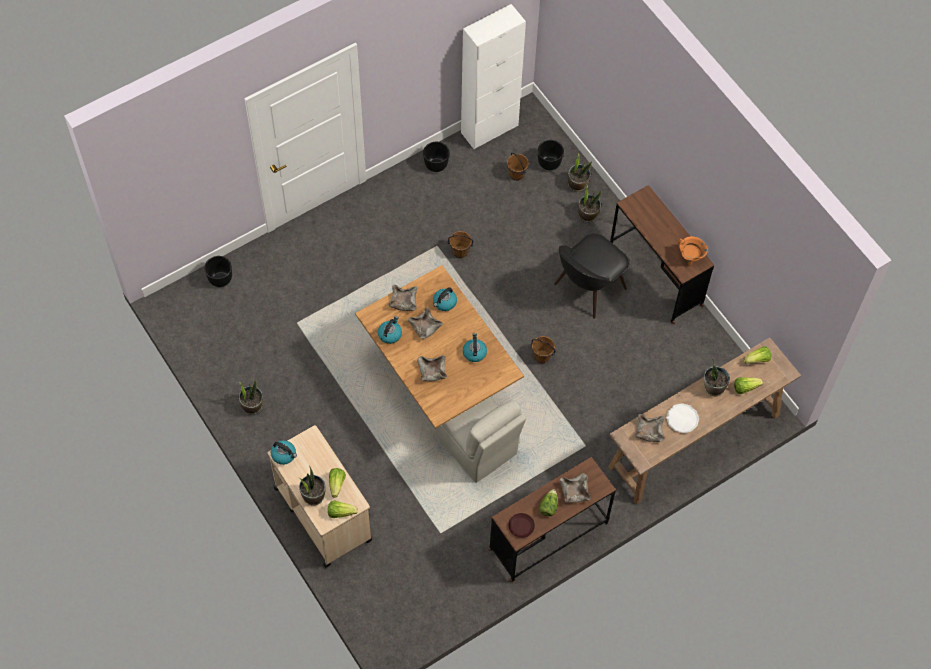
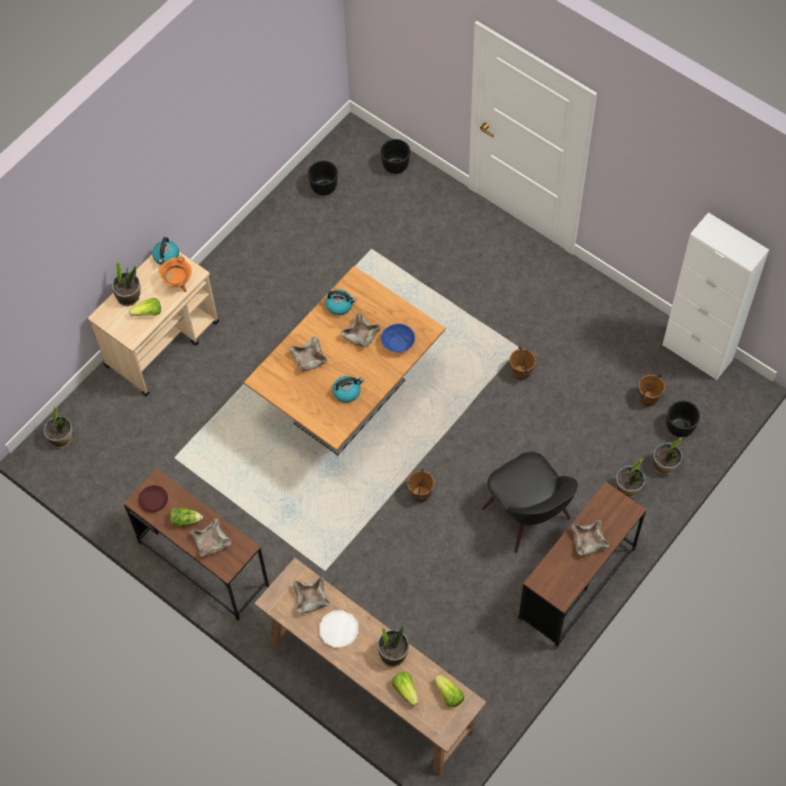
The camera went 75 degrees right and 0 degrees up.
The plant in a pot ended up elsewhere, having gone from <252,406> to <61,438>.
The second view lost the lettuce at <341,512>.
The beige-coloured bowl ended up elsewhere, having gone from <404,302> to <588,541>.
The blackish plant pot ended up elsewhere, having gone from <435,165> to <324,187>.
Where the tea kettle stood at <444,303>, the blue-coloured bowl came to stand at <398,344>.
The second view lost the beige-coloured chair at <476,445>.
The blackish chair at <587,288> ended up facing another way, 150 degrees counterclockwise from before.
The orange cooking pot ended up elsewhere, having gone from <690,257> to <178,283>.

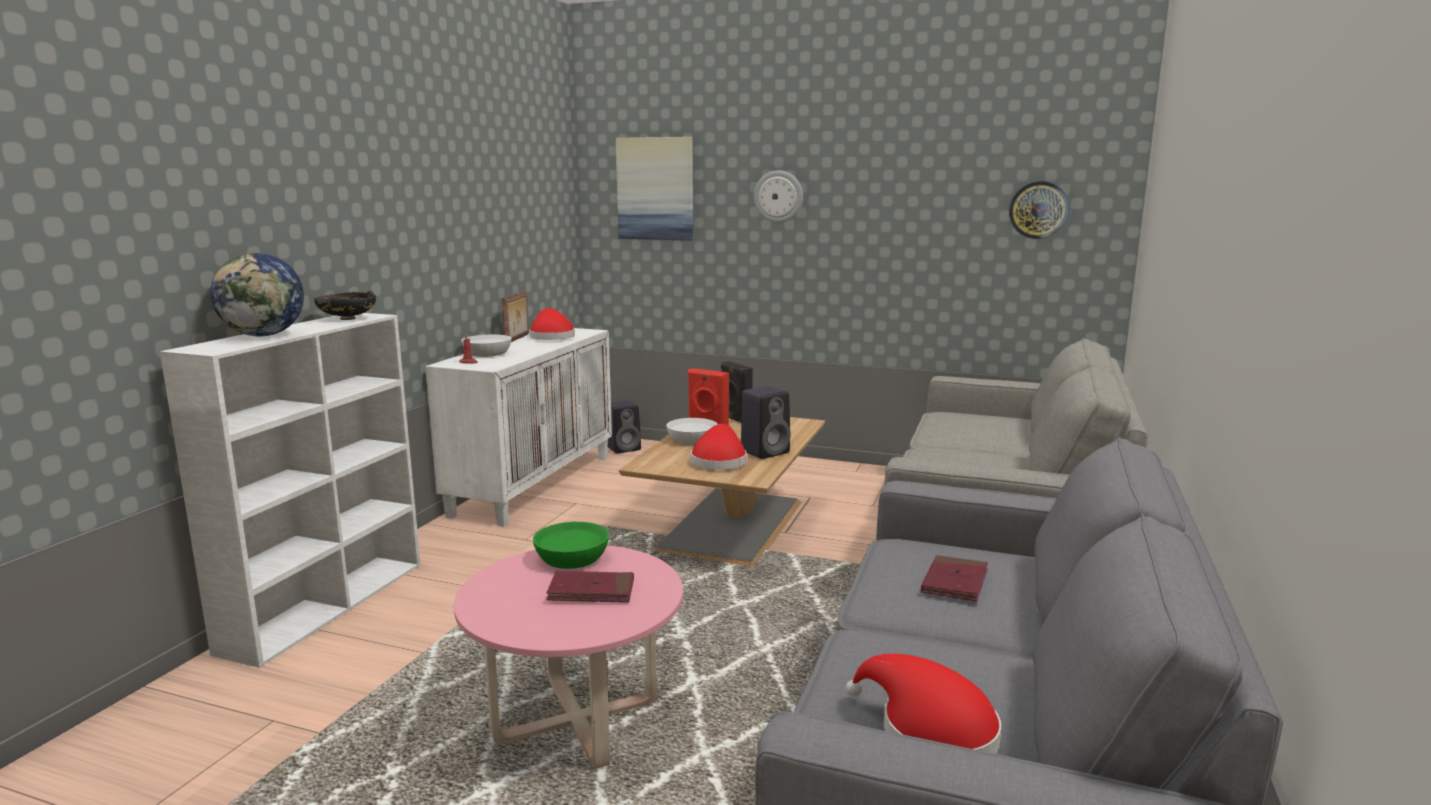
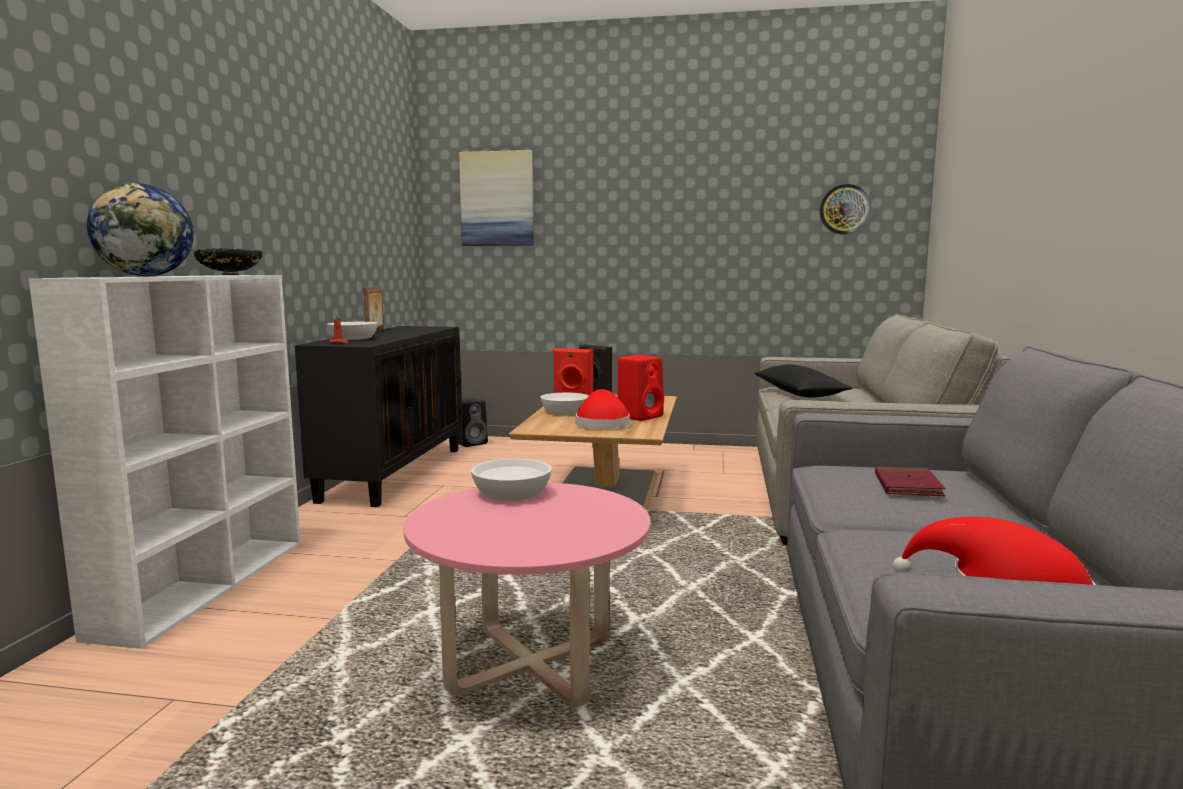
The camera went 10 degrees left and 5 degrees down.
What was the white-coloured cupboard at <533,484> turned into the blackish cupboard at <394,473>.
The second view lost the reddish wearable hat at <551,337>.
What was the greenish bowl at <573,558> turned into the white-coloured bowl at <513,493>.
The second view lost the reddish bound book at <591,591>.
What was the blackish audio speaker at <766,451> turned into the reddish audio speaker at <640,416>.
The second view lost the hanging clock at <778,196>.
The second view gained the blackish pillow at <799,393>.

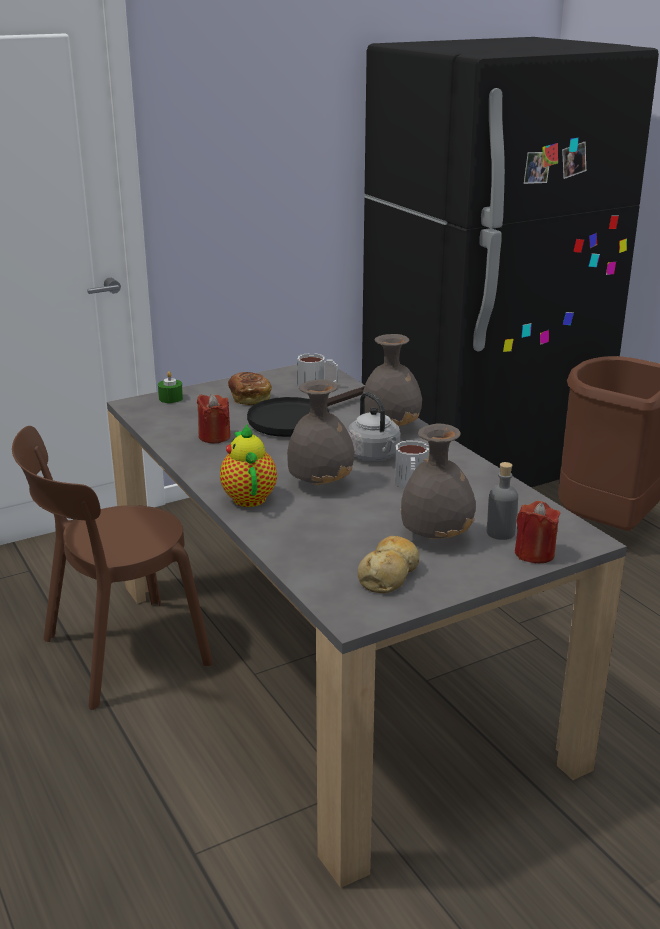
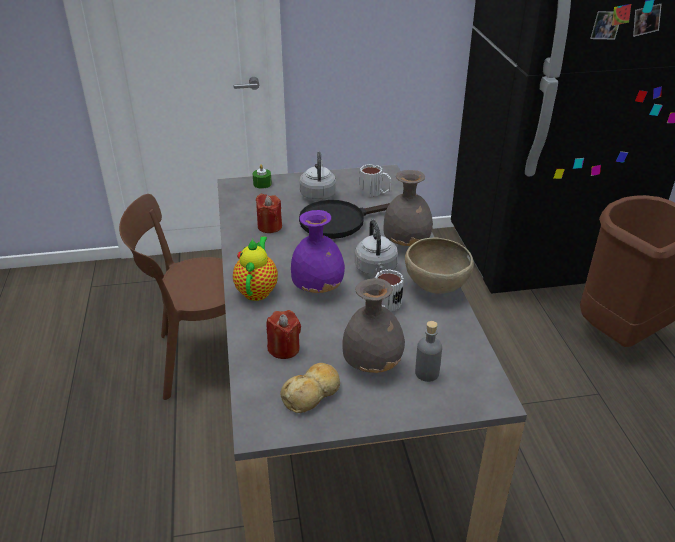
The camera went 20 degrees right and 10 degrees up.
Where the baked bread stood at <250,398>, the gray tea kettle came to stand at <318,194>.
What was the gray vase at <321,482> turned into the purple vase at <319,288>.
The reddish wax candle ended up elsewhere, having gone from <534,553> to <284,348>.
The second view gained the brown bowl at <435,288>.

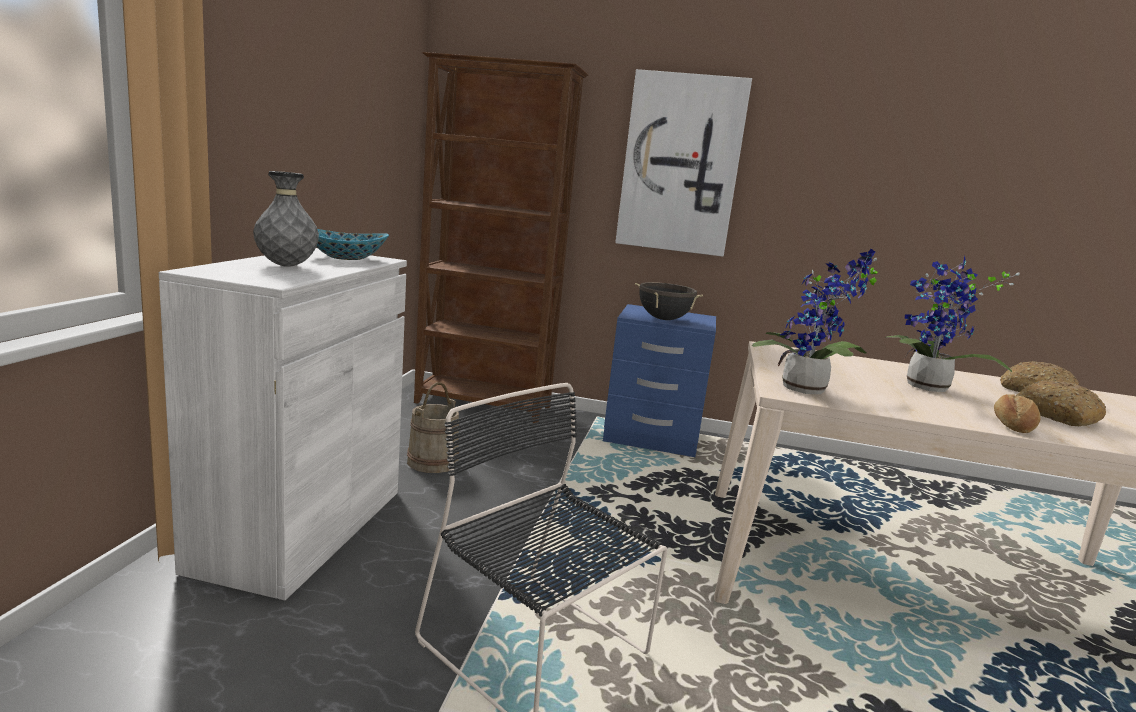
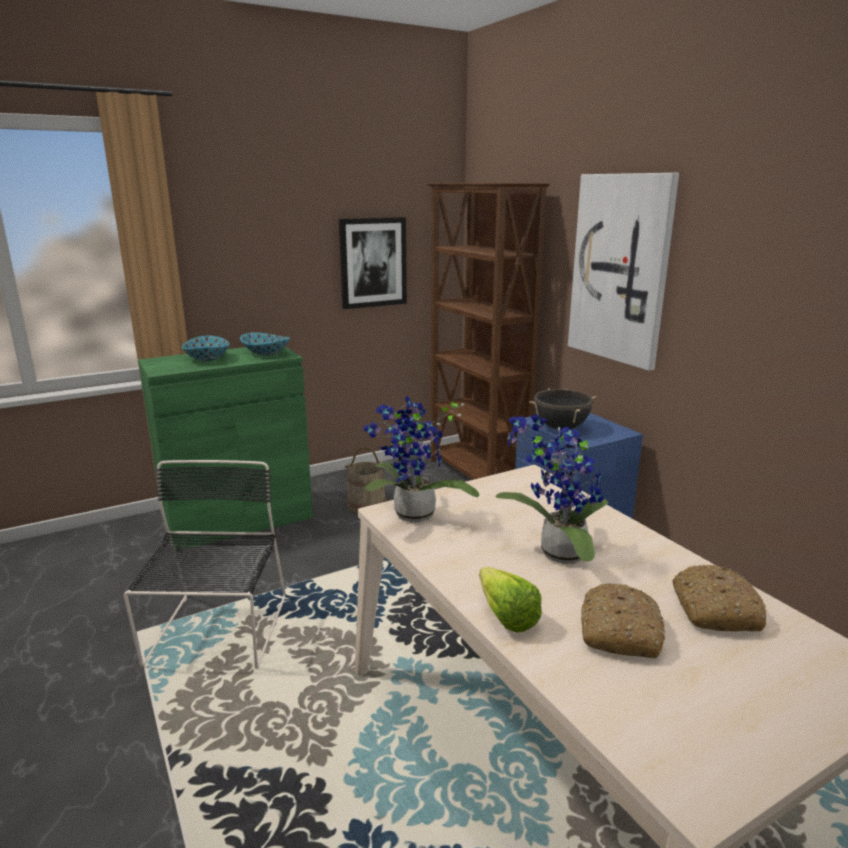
The camera went 50 degrees right and 5 degrees up.
What was the white-coloured cupboard at <301,528> turned into the greenish cupboard at <238,519>.
Where the gray vase stood at <286,266>, the bowl came to stand at <208,359>.
Where the baked bread stood at <1012,426>, the lettuce came to stand at <504,613>.
The second view gained the wall art at <373,262>.

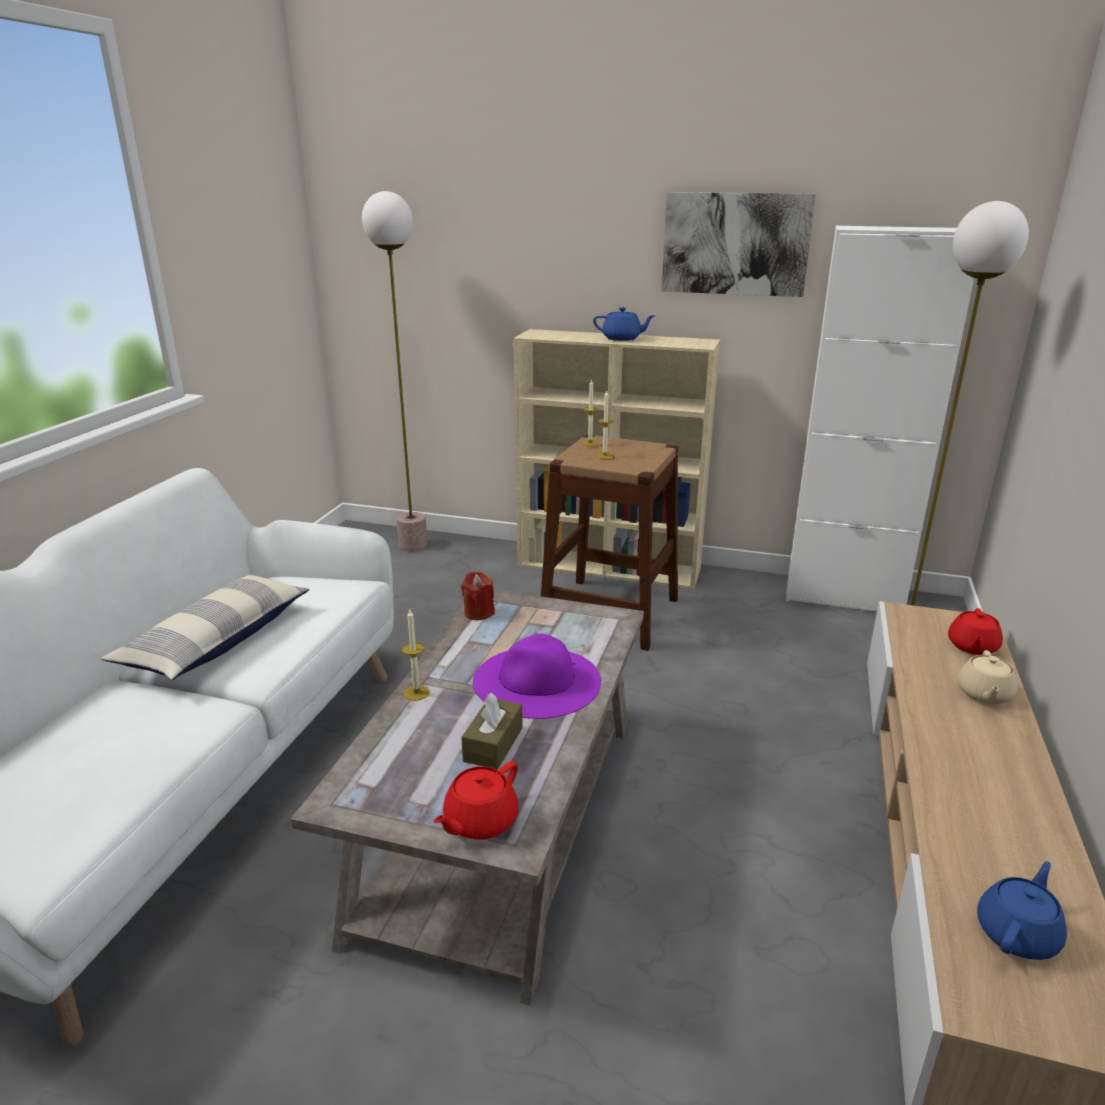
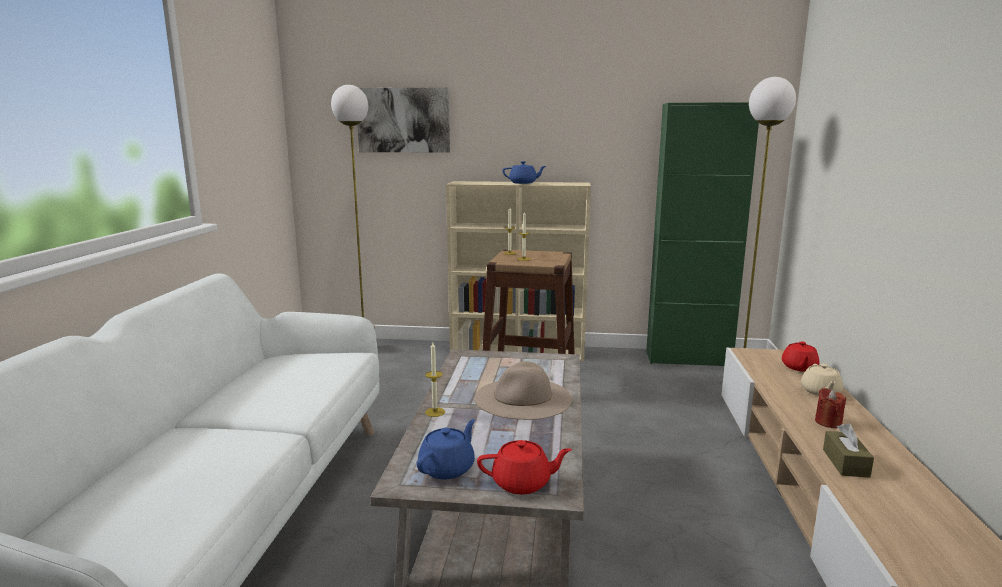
The camera went 10 degrees left and 10 degrees down.
The second view lost the pillow at <217,641>.
The reddish pot for tea at <479,821> ended up facing another way, 120 degrees counterclockwise from before.
The reddish wax candle ended up elsewhere, having gone from <479,613> to <828,422>.
The brown tissue holder ended up elsewhere, having gone from <493,744> to <845,463>.
What was the purple wearable hat at <536,681> turned into the beige-coloured wearable hat at <523,398>.
The wall art ended up elsewhere, having gone from <735,244> to <403,120>.
What was the white-coloured cupboard at <843,597> turned into the greenish cupboard at <688,359>.
The blue-coloured pot for tea ended up elsewhere, having gone from <1017,933> to <448,468>.

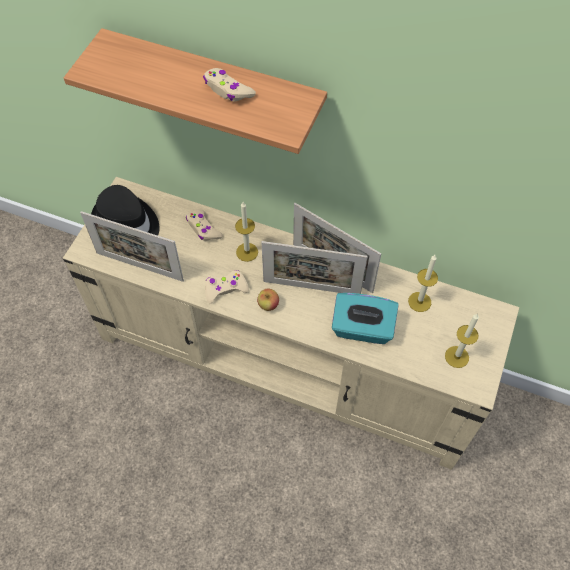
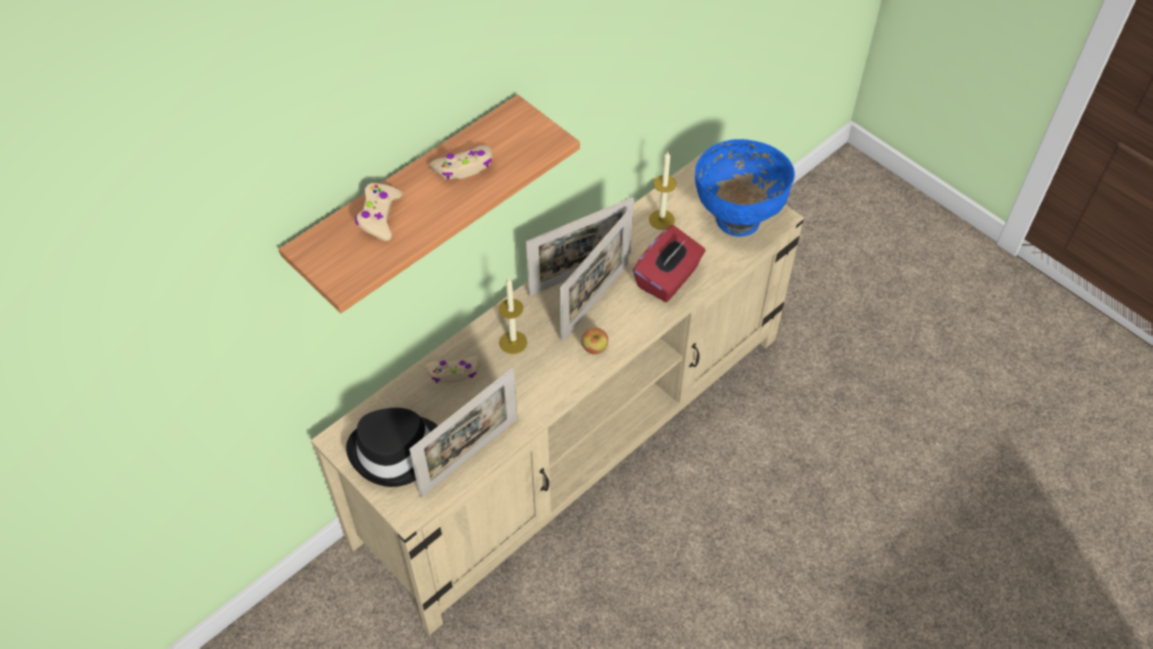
The camera went 65 degrees left and 5 degrees down.
The beige-coloured gamepad ended up elsewhere, having gone from <225,289> to <379,216>.
What was the turquoise tissue holder at <362,329> turned into the reddish tissue holder at <668,278>.
Where the wax candle stood at <457,357>, the blue-coloured bowl came to stand at <737,218>.

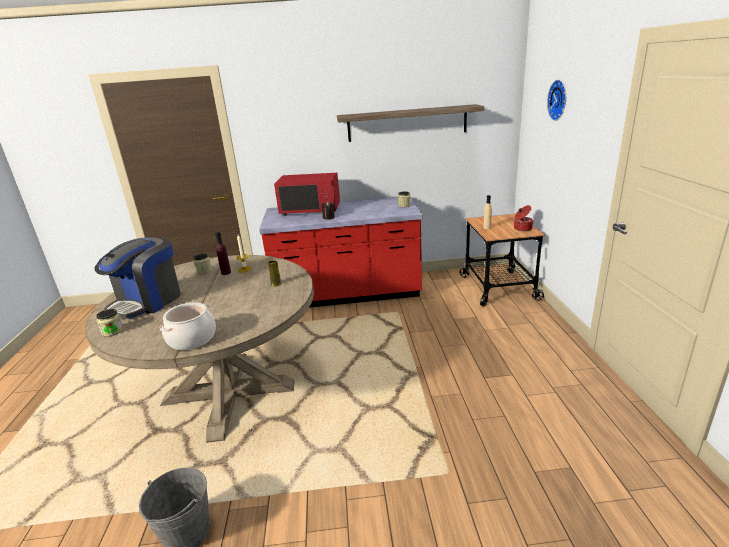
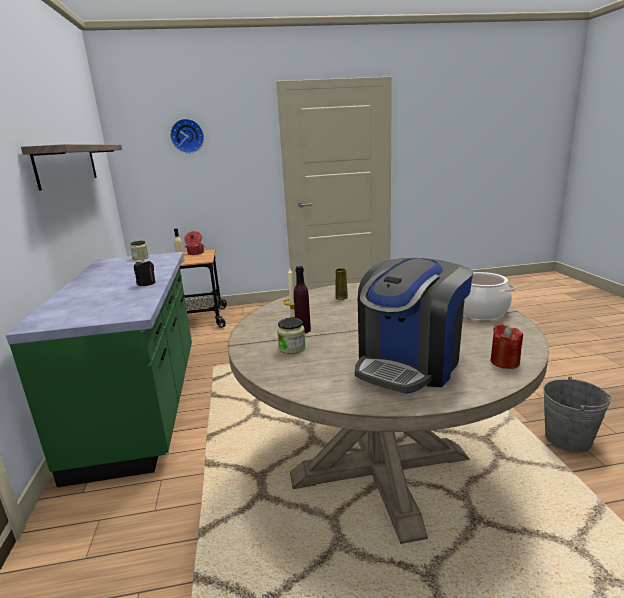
The camera went 95 degrees left and 5 degrees down.
The coffee brewer at <147,301> ended up facing another way, 105 degrees clockwise from before.
Where the storage jar stood at <112,331>, the reddish wax candle came to stand at <504,362>.
What was the reddish counter at <347,294> turned into the greenish counter at <143,405>.
The second view lost the reddish kitchen microwave at <310,210>.

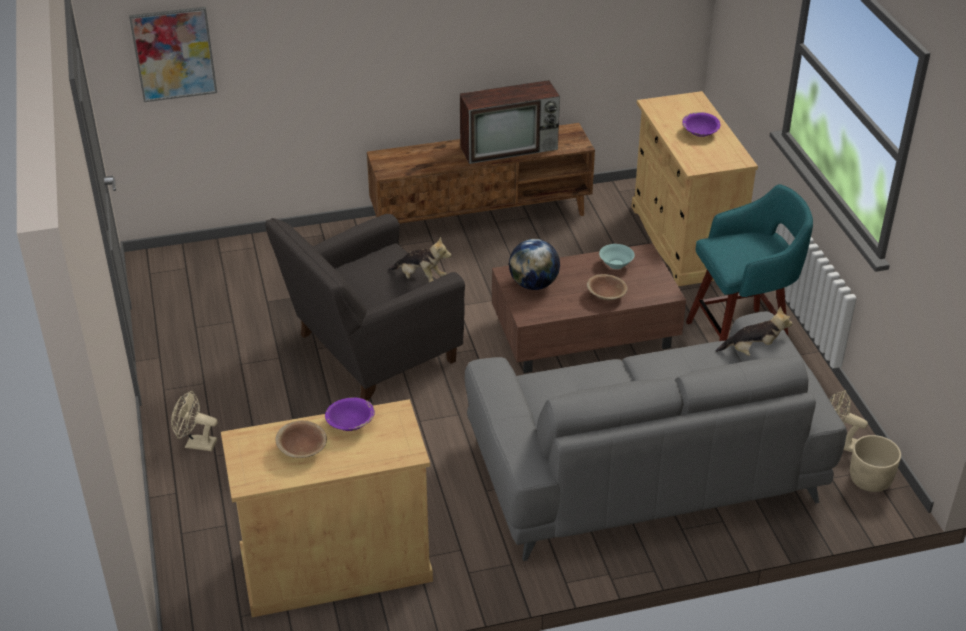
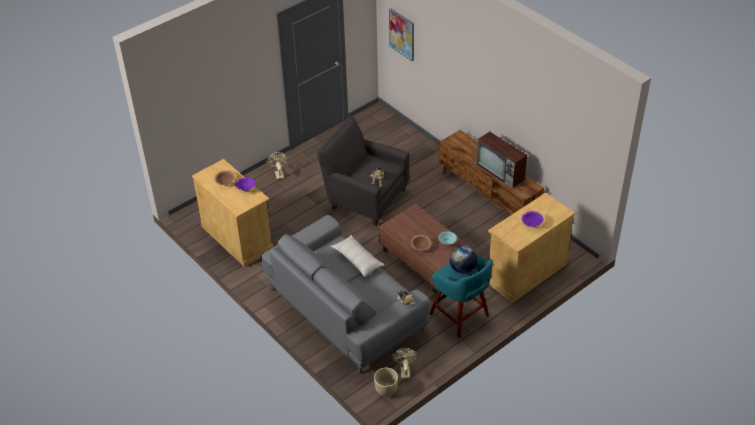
The camera went 65 degrees right and 5 degrees up.
The desk globe ended up elsewhere, having gone from <534,284> to <463,269>.
The second view gained the beige-coloured pillow at <357,260>.

